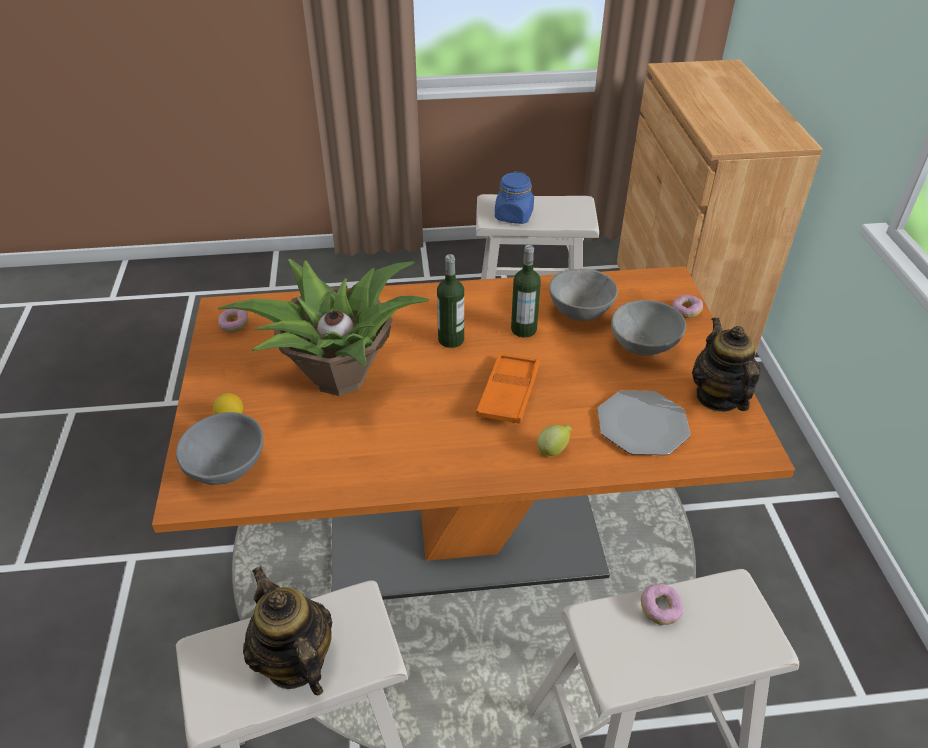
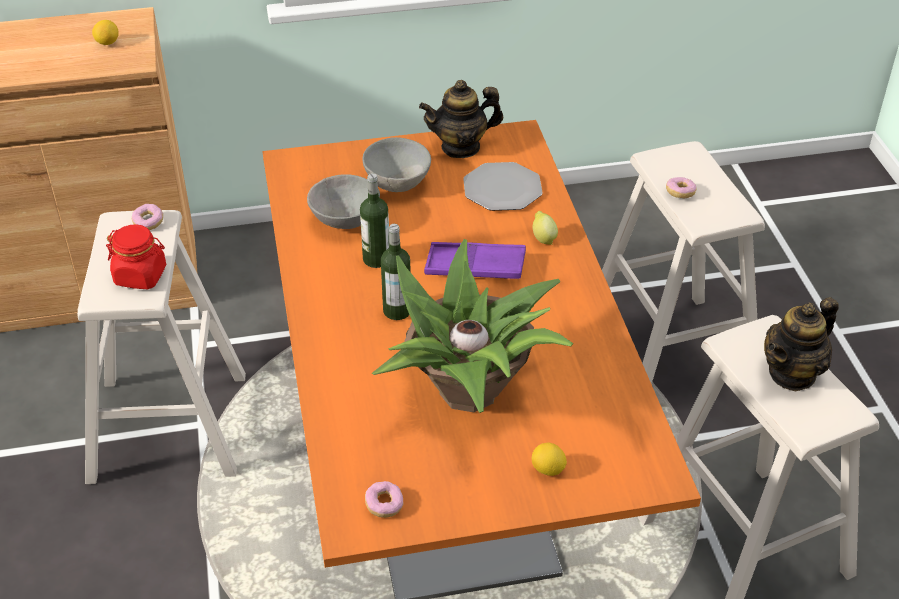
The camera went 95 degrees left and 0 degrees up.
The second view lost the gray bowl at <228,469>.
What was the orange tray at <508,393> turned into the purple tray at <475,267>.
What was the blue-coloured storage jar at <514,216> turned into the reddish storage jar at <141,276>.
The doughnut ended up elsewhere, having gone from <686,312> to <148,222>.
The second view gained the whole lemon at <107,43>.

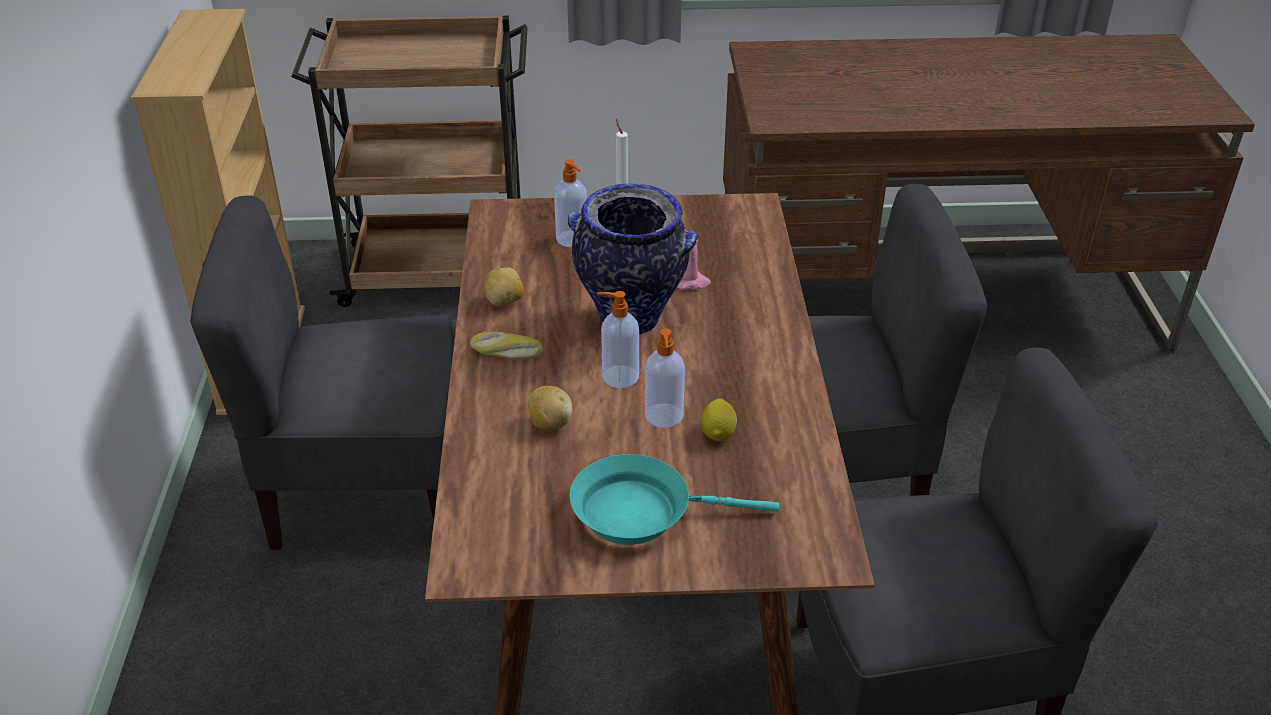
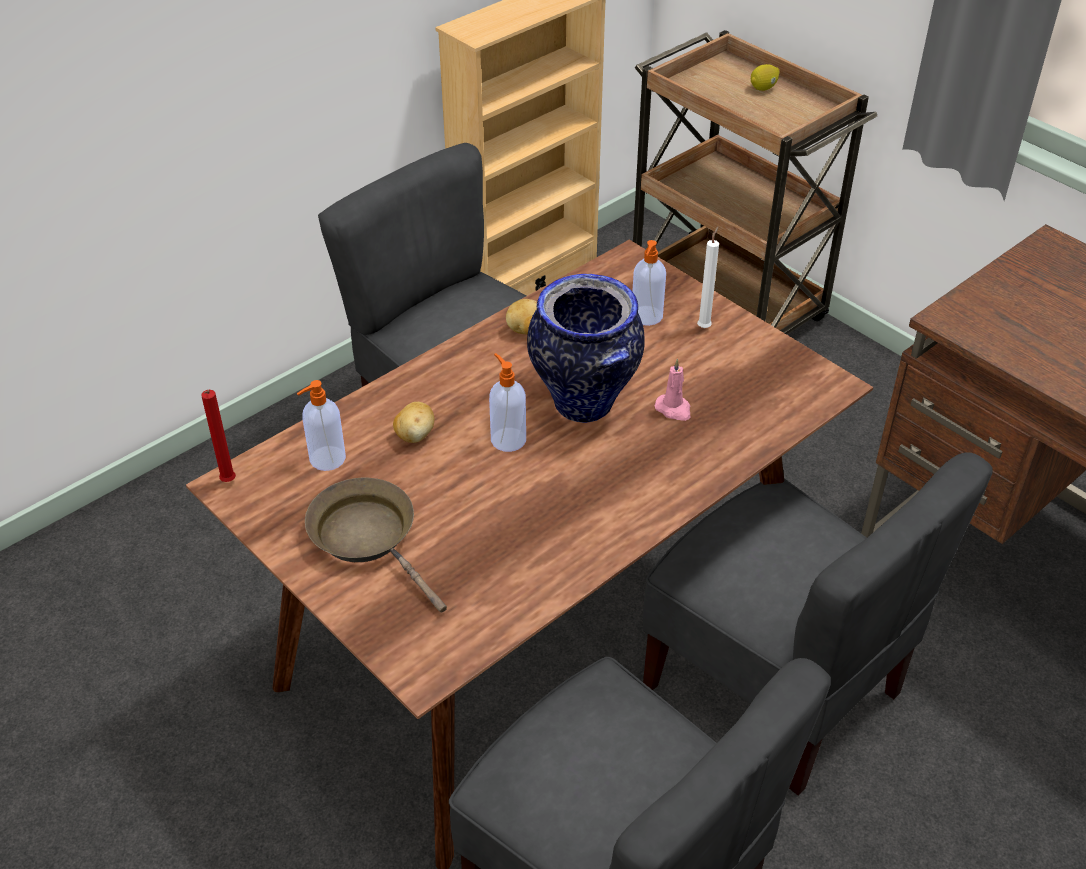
The camera went 50 degrees right and 5 degrees up.
The second view lost the baked bread at <506,353>.
What was the turquoise skillet at <641,512> turned into the brown skillet at <369,538>.
The soap bottle ended up elsewhere, having gone from <664,417> to <326,459>.
The whole lemon ended up elsewhere, having gone from <718,433> to <763,88>.
The second view gained the reddish wax candle at <228,483>.

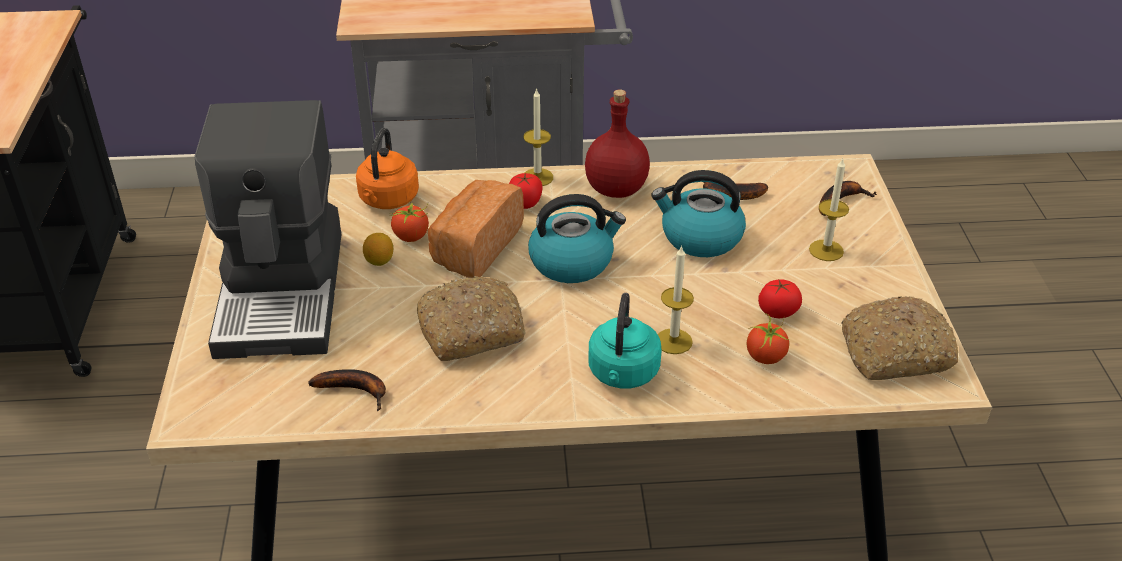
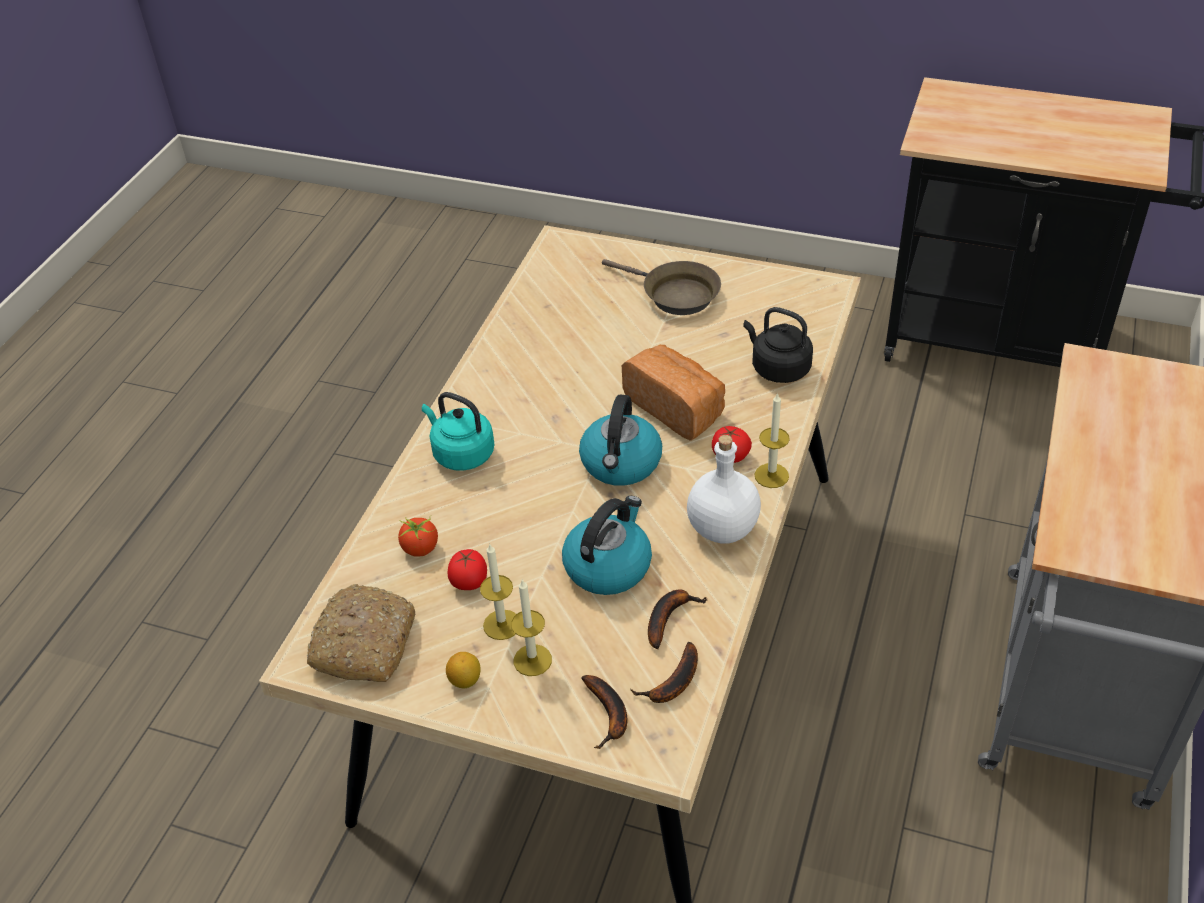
The camera went 115 degrees right and 5 degrees up.
Where the coffee brewer stood at <284,291>, the brown skillet came to stand at <675,295>.
The banana fruit ended up elsewhere, having gone from <356,390> to <672,684>.
What was the orange tea kettle at <387,200> turned into the blackish tea kettle at <777,368>.
The whole lemon ended up elsewhere, having gone from <379,261> to <465,680>.
The second view lost the whole tomato at <411,236>.
The second view lost the baked bread at <472,329>.
What was the reddish beverage bottle at <615,190> turned into the white-coloured beverage bottle at <722,528>.
The wax candle ended up elsewhere, having gone from <673,341> to <502,624>.

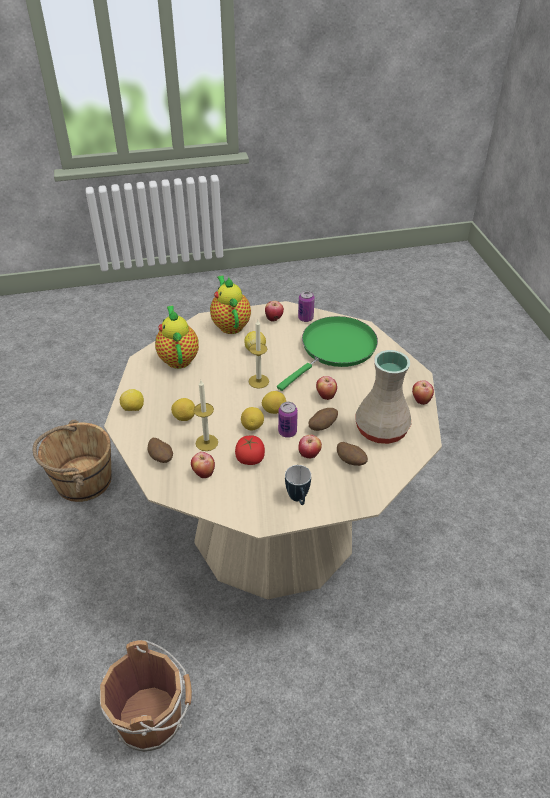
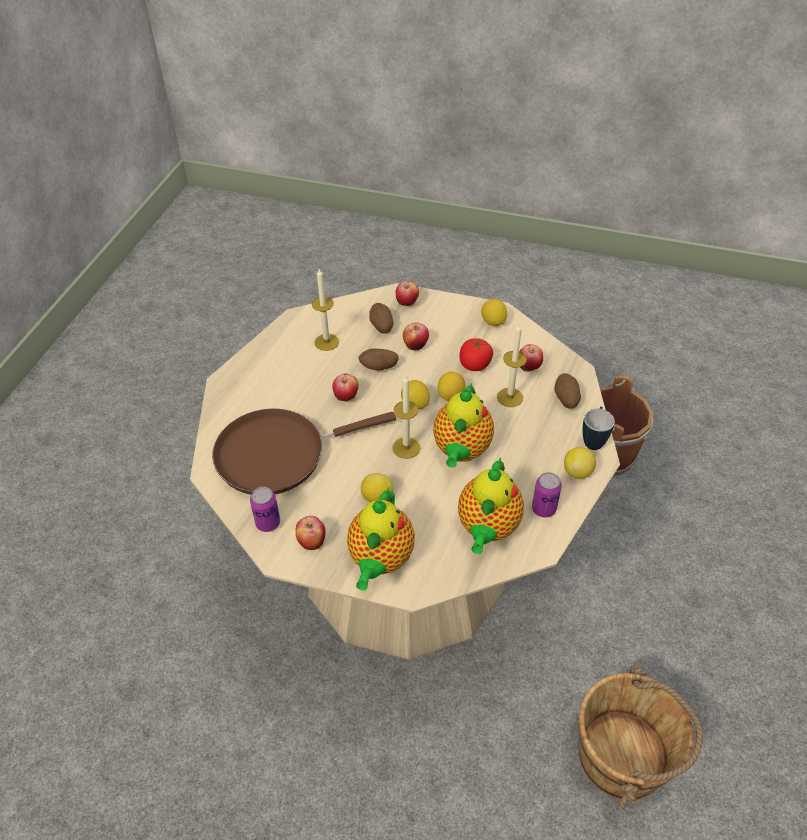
The camera went 150 degrees left and 5 degrees up.
The whole lemon ended up elsewhere, having gone from <184,417> to <493,322>.
What was the greenish skillet at <335,349> turned into the brown skillet at <278,454>.
The can ended up elsewhere, having gone from <287,432> to <543,509>.
The coffee mug ended up elsewhere, having gone from <298,500> to <594,439>.
Where the beige-coloured vase stood at <380,430>, the wax candle came to stand at <326,342>.
The apple fruit ended up elsewhere, having gone from <420,400> to <407,304>.
The second view gained the pot for tea at <461,451>.

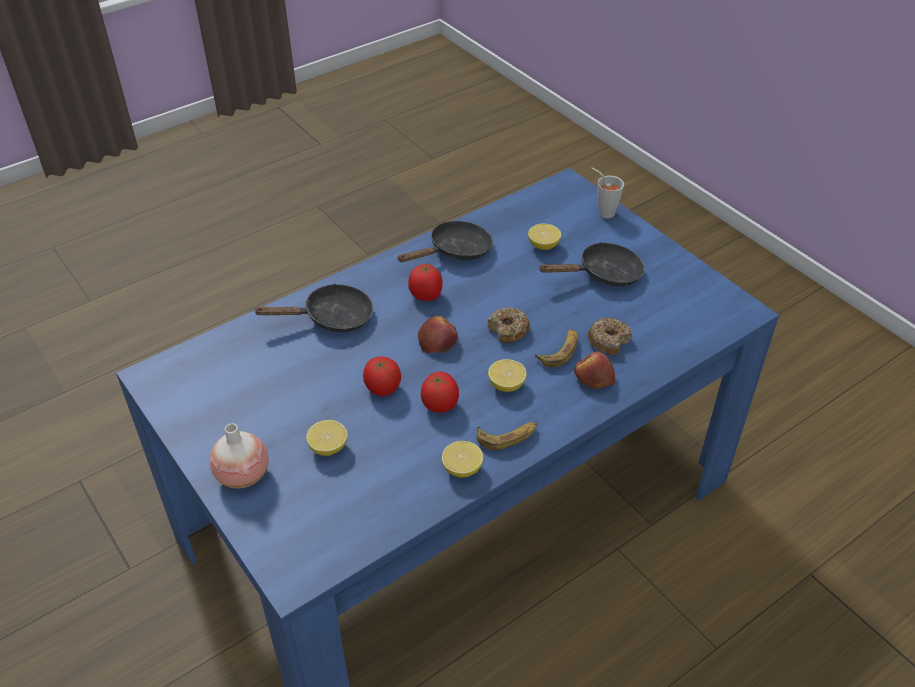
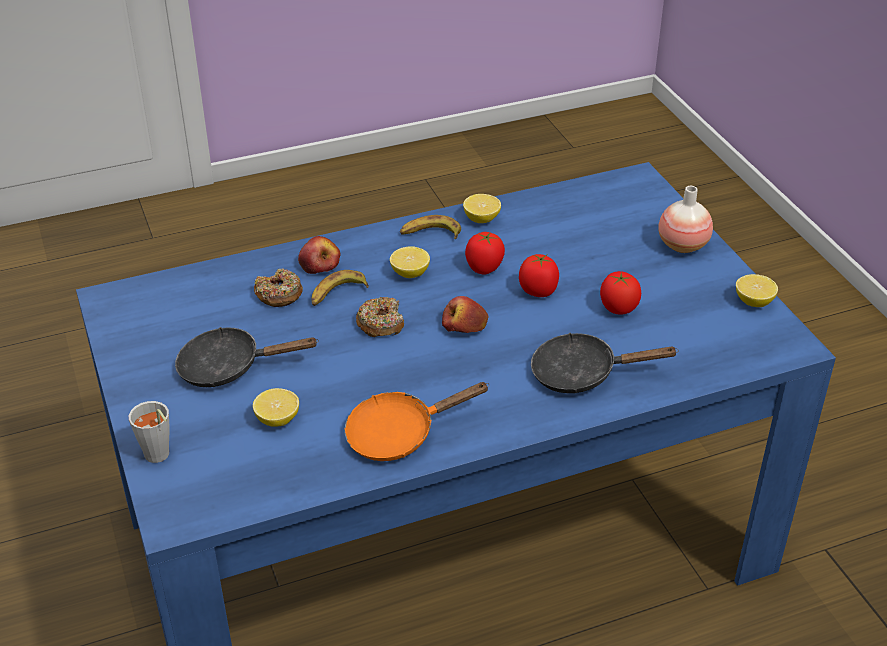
The camera went 165 degrees left and 5 degrees down.
The whole lemon ended up elsewhere, having gone from <328,447> to <753,302>.
What was the blackish skillet at <455,251> turned into the orange skillet at <399,434>.
The whole tomato ended up elsewhere, having gone from <426,295> to <618,308>.

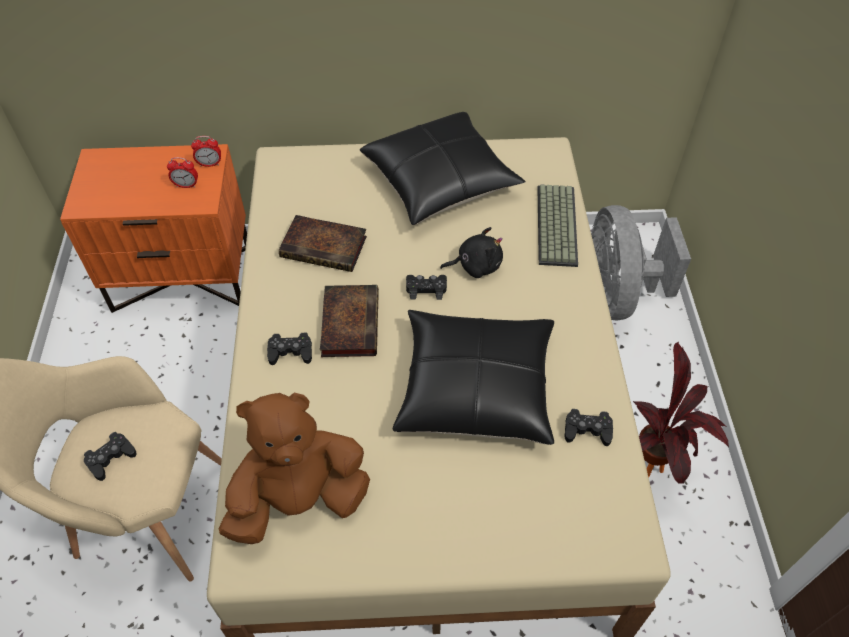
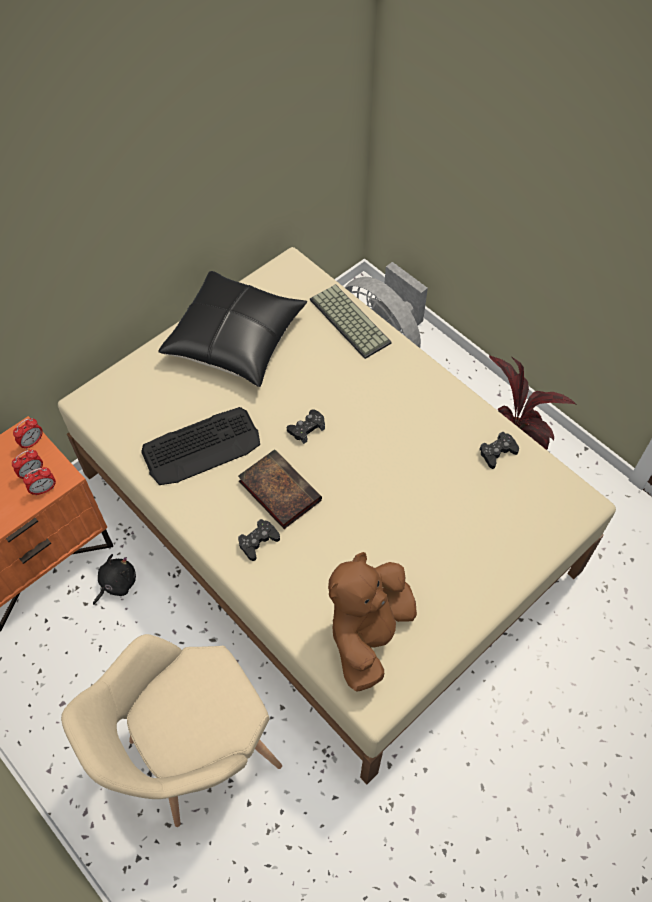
The camera went 40 degrees left and 5 degrees up.
The second view lost the blackish gamepad at <111,458>.
Where the bound book stood at <326,247>, the PC keyboard came to stand at <202,447>.
The second view lost the blackish pillow at <475,387>.
The blackish plush toy ended up elsewhere, having gone from <476,265> to <116,583>.
The second view gained the bedside clock at <44,489>.

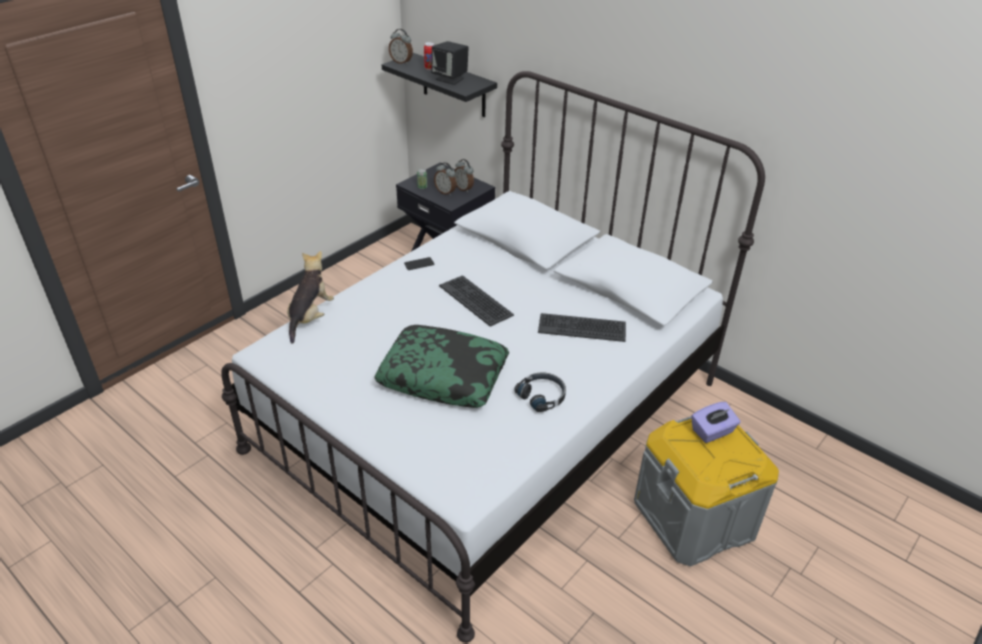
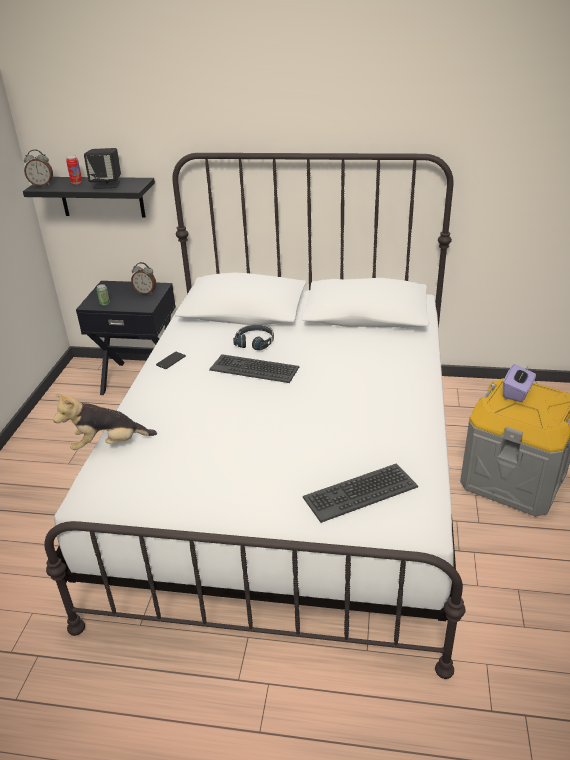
The camera went 30 degrees left and 5 degrees down.
The plush toy at <310,317> ended up facing another way, 90 degrees counterclockwise from before.
The second view lost the pillow at <444,375>.
The second view lost the bedside clock at <445,192>.
The blackish pair of headphones ended up elsewhere, having gone from <542,396> to <255,342>.
The PC keyboard ended up elsewhere, having gone from <582,327> to <360,492>.

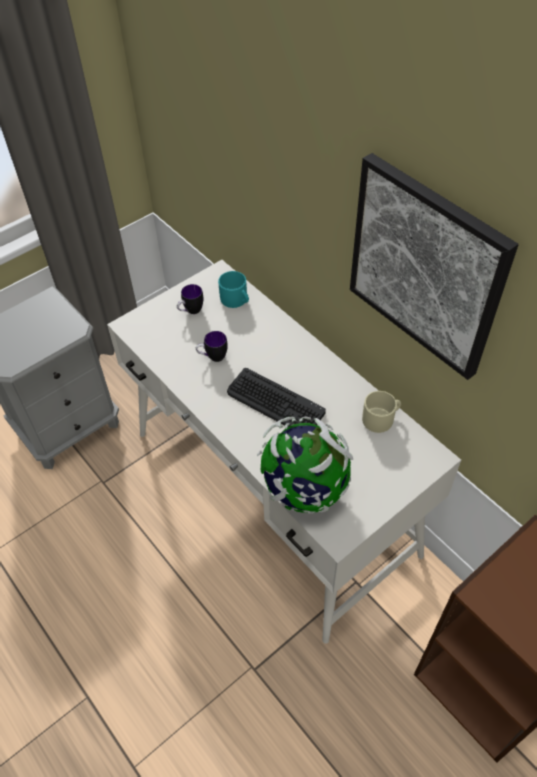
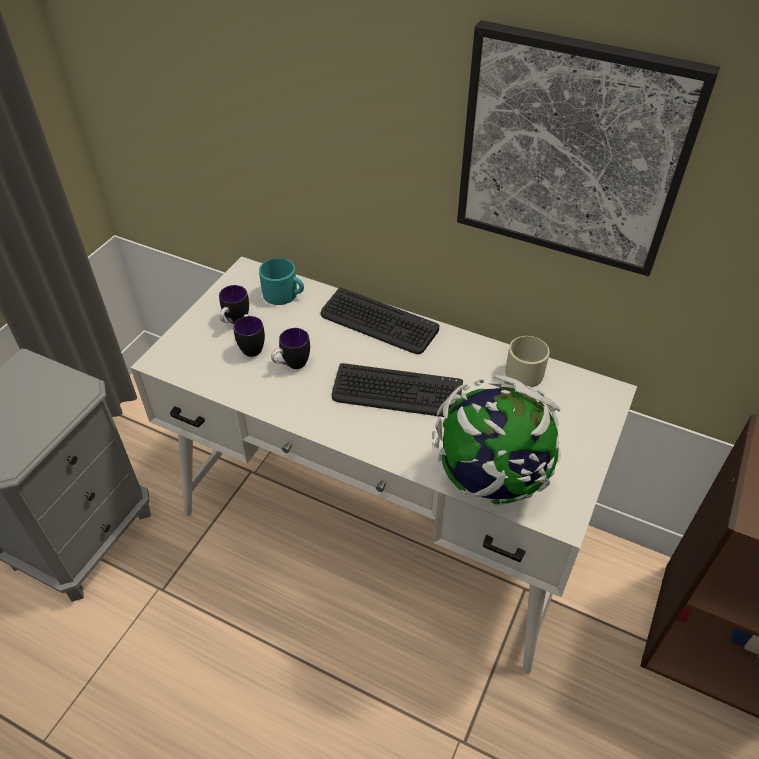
The camera went 25 degrees left and 5 degrees down.
The second view gained the coffee mug at <251,346>.
The second view gained the PC keyboard at <378,322>.

